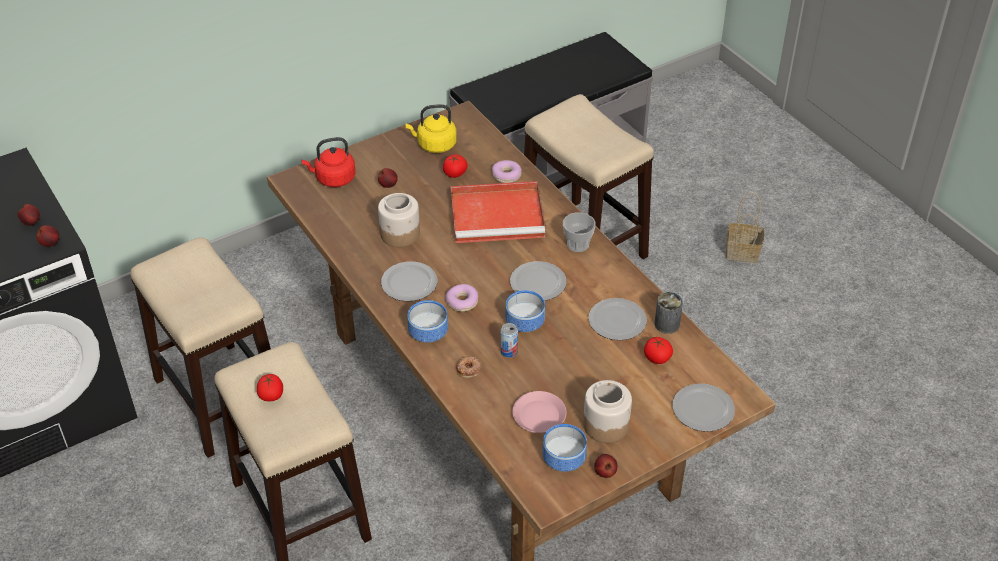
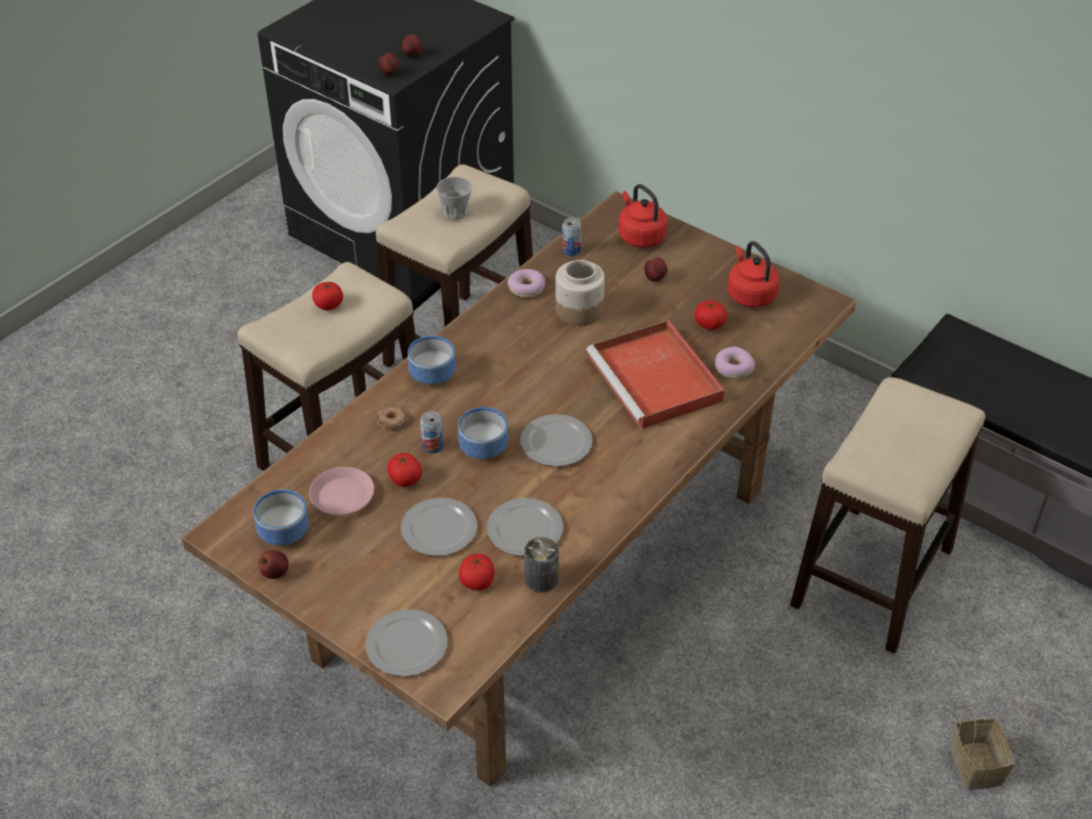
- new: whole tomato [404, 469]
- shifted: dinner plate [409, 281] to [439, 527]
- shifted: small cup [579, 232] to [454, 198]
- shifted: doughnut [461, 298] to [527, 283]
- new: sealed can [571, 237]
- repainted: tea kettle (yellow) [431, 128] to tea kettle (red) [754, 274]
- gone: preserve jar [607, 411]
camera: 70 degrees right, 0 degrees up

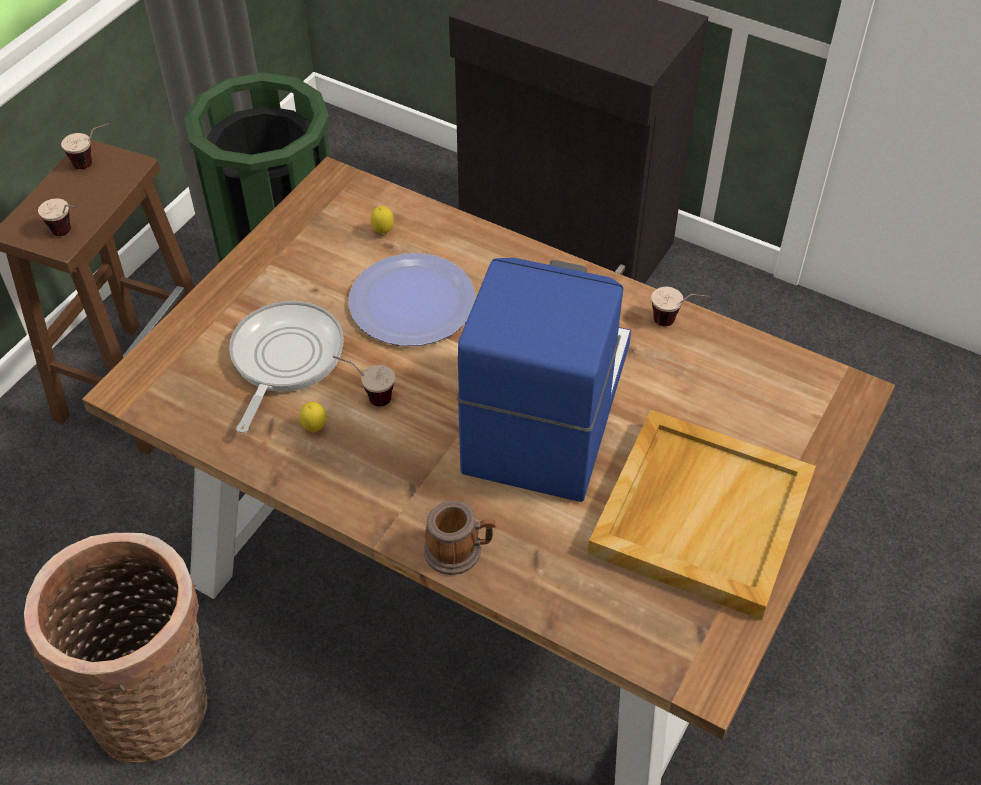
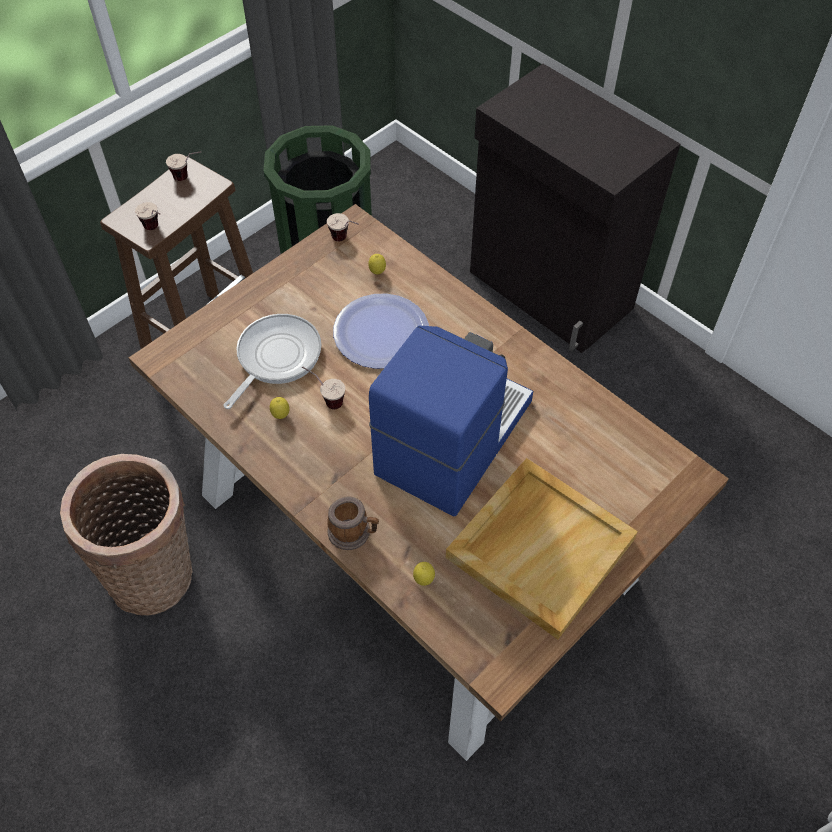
- shifted: small cup [681, 306] to [343, 227]
- new: whole lemon [424, 574]
camera: 15 degrees right, 5 degrees up

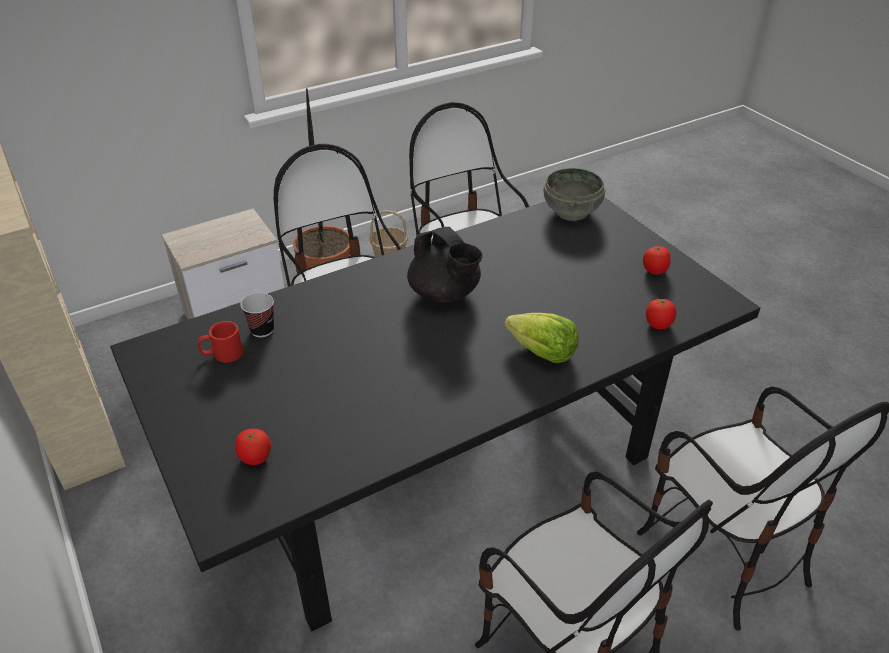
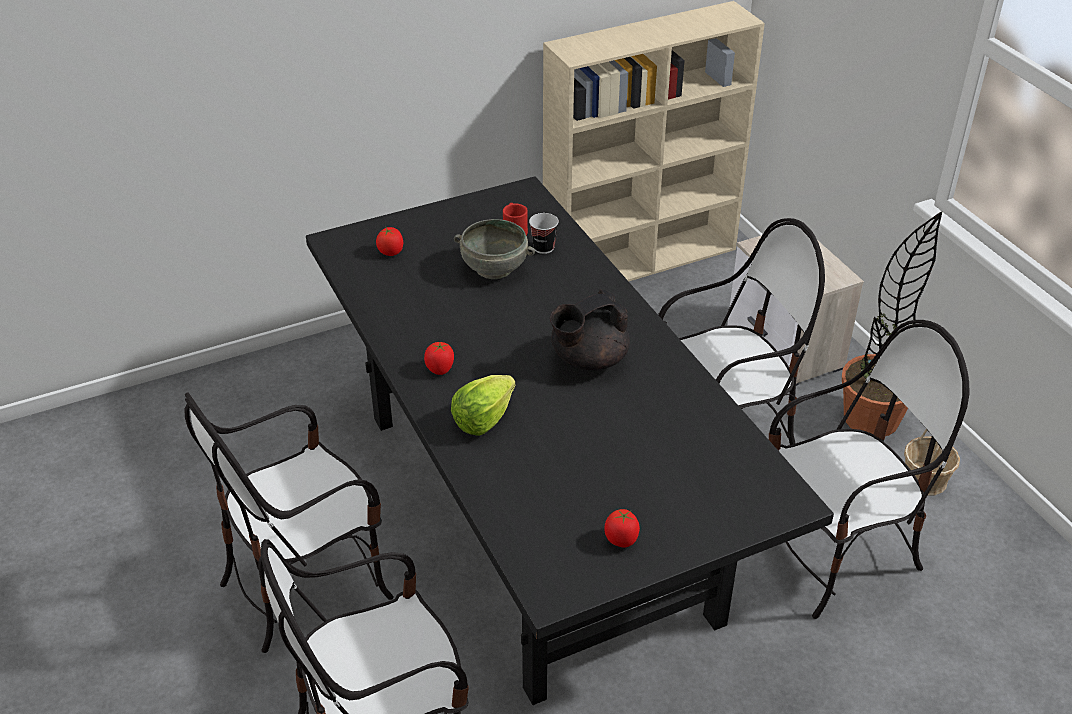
- shifted: whole tomato [661, 314] to [439, 358]
- shifted: serving bowl (grey) [574, 194] to [494, 249]
camera: 95 degrees right, 0 degrees up

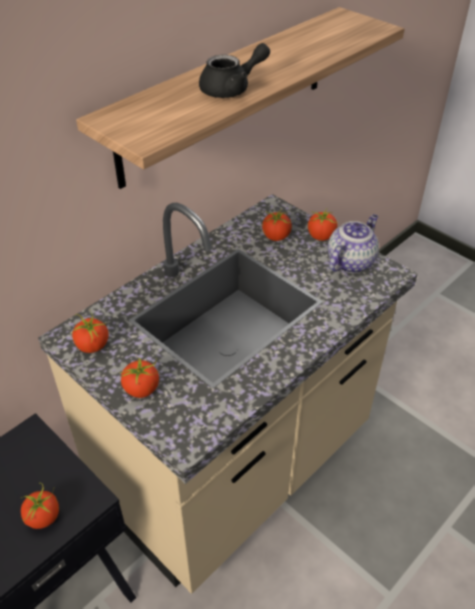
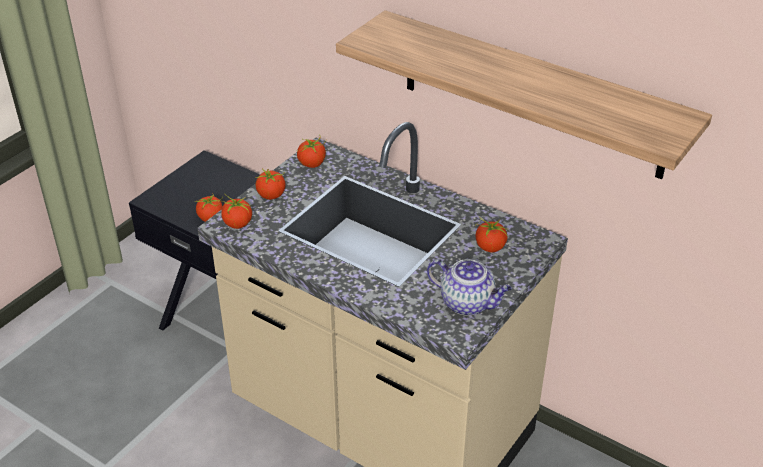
- shifted: whole tomato [323, 225] to [235, 211]
- gone: pot for tea (blackish) [234, 70]
camera: 80 degrees right, 5 degrees down

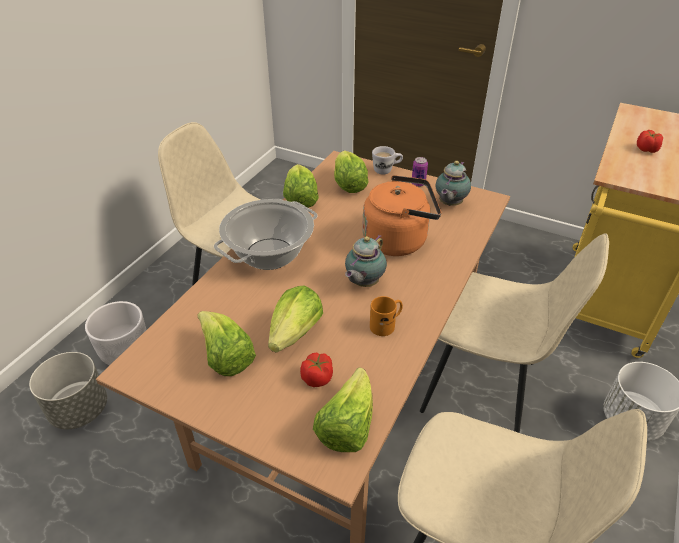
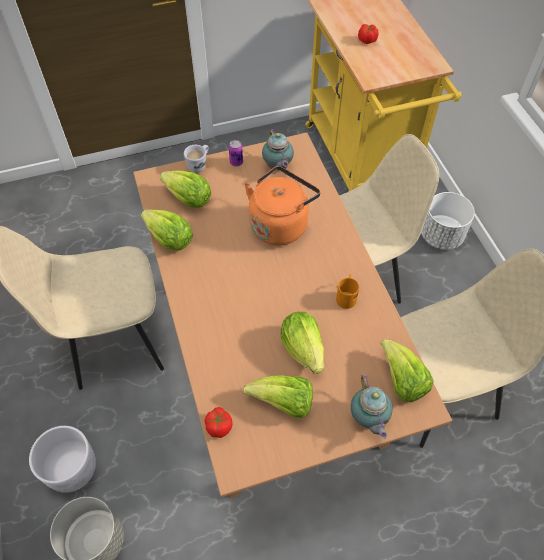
- shifted: whole tomato [316, 369] to [218, 422]
- shifted: pot for tea [366, 261] to [372, 407]
- gone: saucepot [266, 234]
camera: 45 degrees left, 15 degrees up

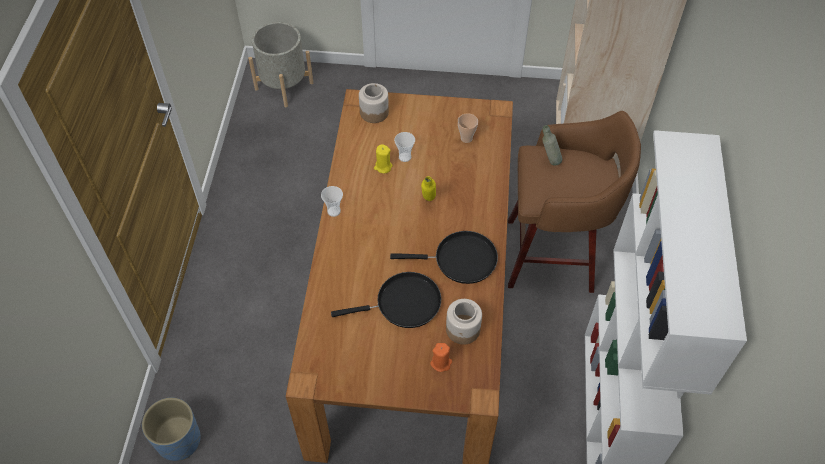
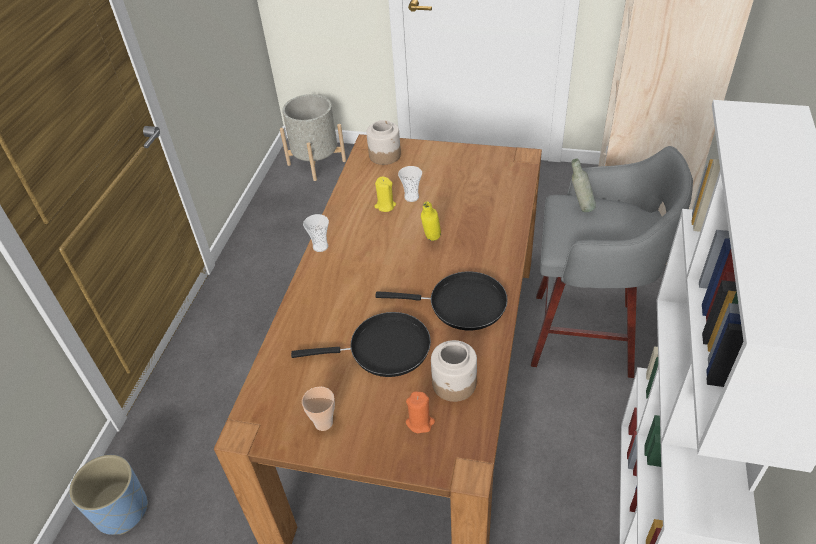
- shifted: small cup [468, 128] to [318, 409]
- repainted: stool seat (brown) [574, 202] to stool seat (grey) [612, 262]
camera: 10 degrees right, 10 degrees down

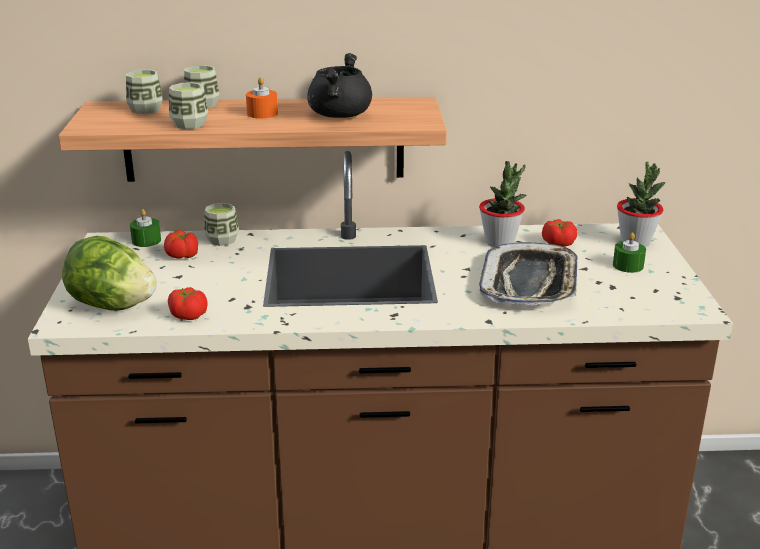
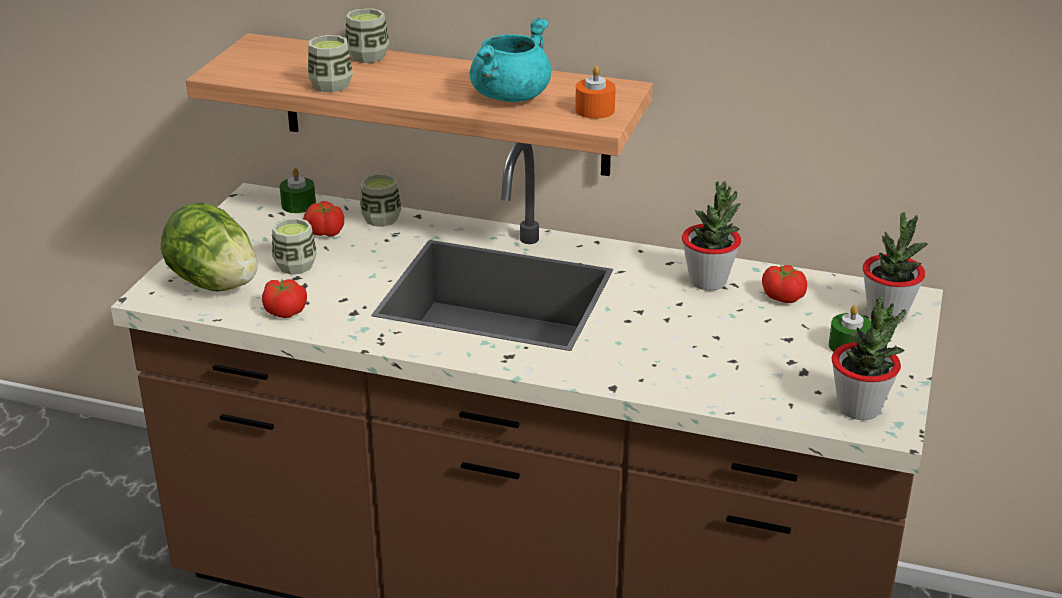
- shifted: small cup [144, 92] to [294, 246]
- repainted: saucepot (blackish) [339, 85] to saucepot (turquoise-coloured) [510, 60]
- shifted: wax candle (orange) [262, 98] to [595, 92]
- new: houseplant [868, 358]
- gone: tray [528, 274]
camera: 20 degrees right, 5 degrees up

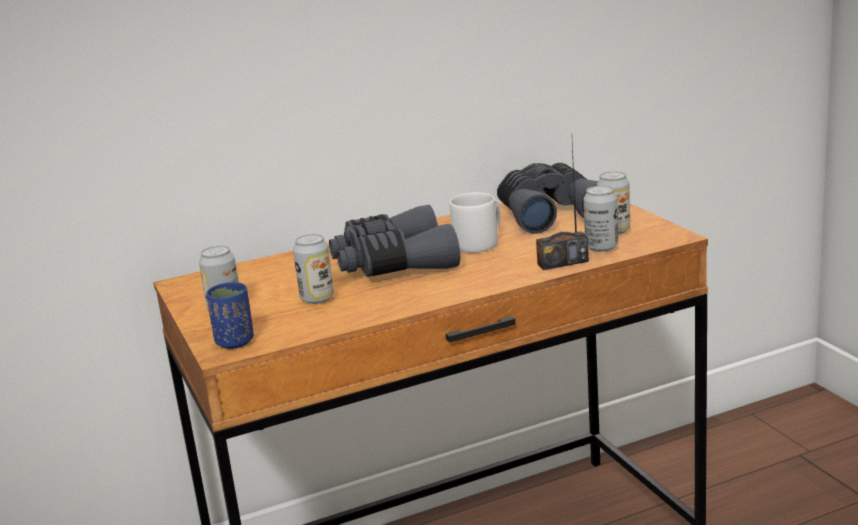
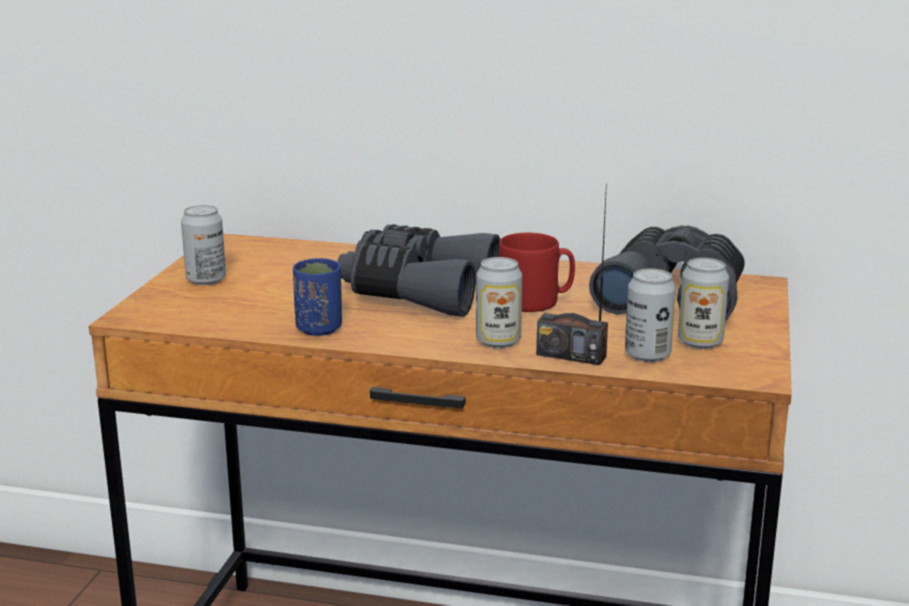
- shifted: small cup (blue-coloured) [230, 315] to [317, 297]
- shifted: sealed can [313, 269] to [499, 302]
- repainted: mug (white) [474, 222] to mug (red) [537, 272]
camera: 35 degrees right, 0 degrees up

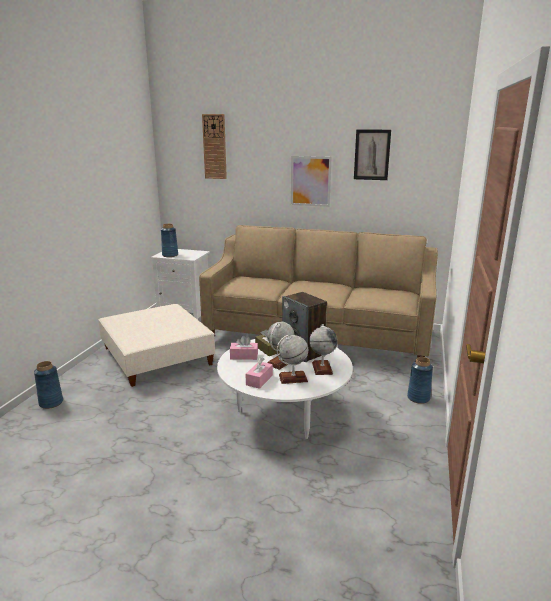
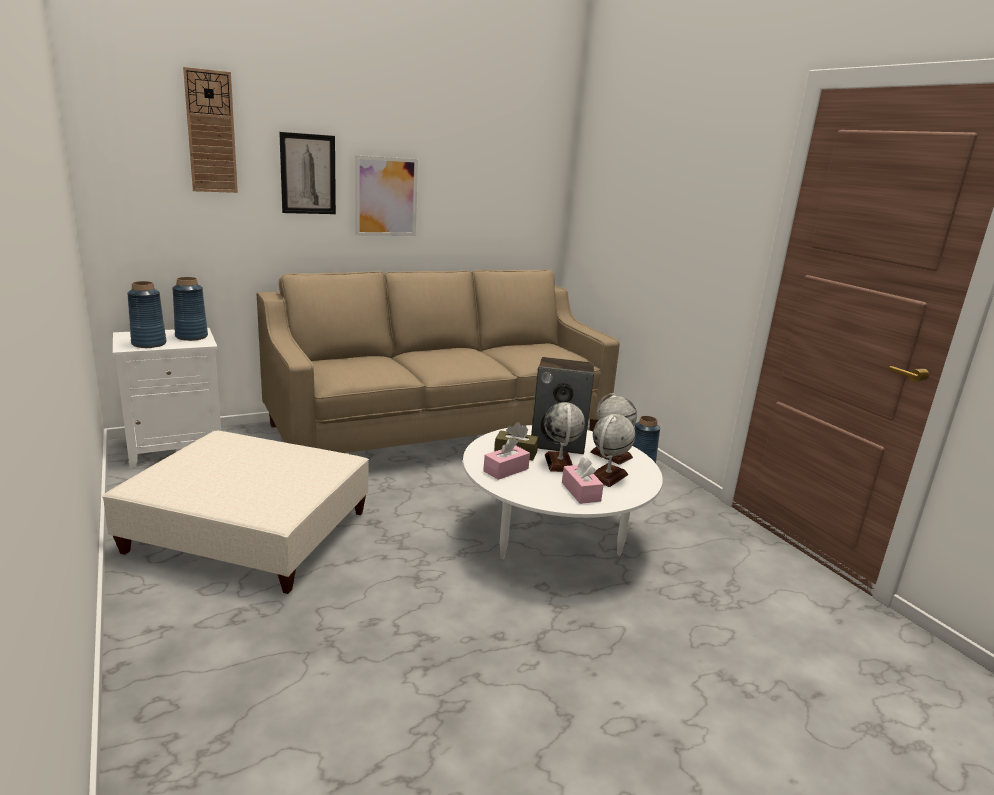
- shifted: flower vase (blue-coloured) [48, 385] to [190, 309]
- shifted: wall picture [372, 155] to [307, 173]
camera: 45 degrees left, 0 degrees up

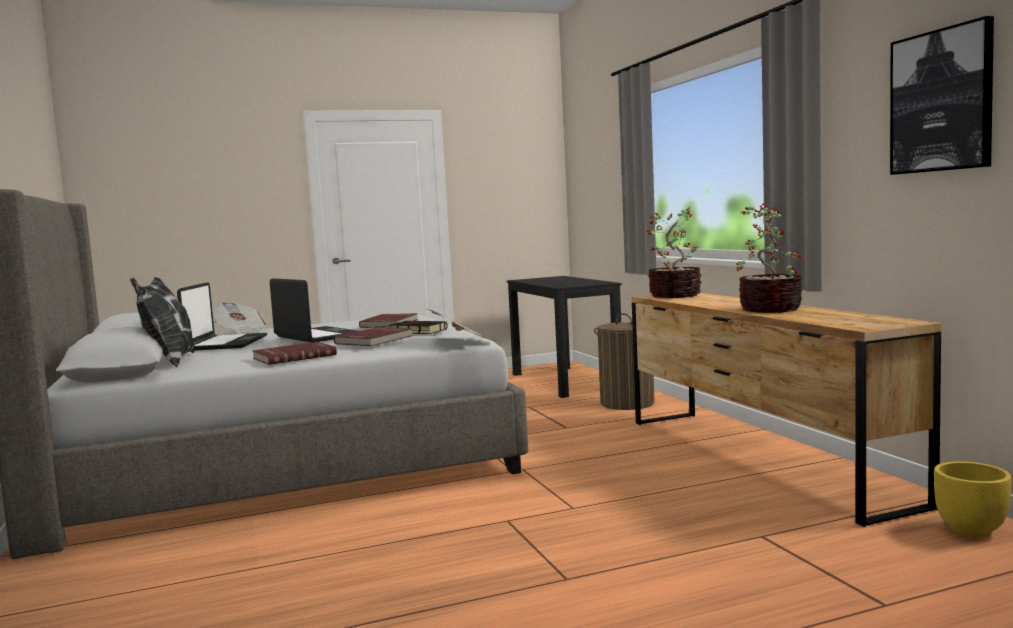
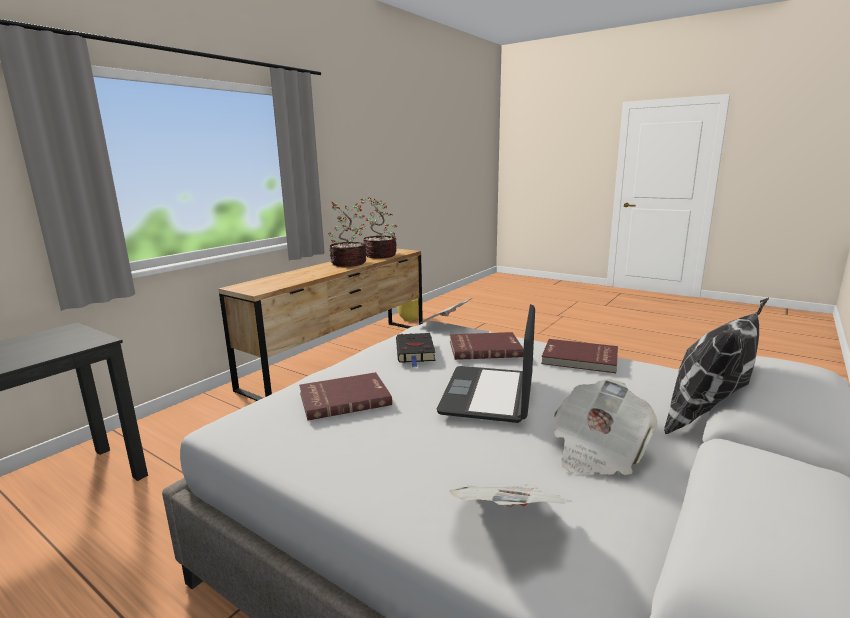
- shifted: houseplant [674, 252] to [377, 228]
- swapped: portable computer [222, 316] to printed paper [606, 427]
- gone: laundry basket [624, 361]
- gone: wall picture [942, 95]
camera: 125 degrees left, 10 degrees up

